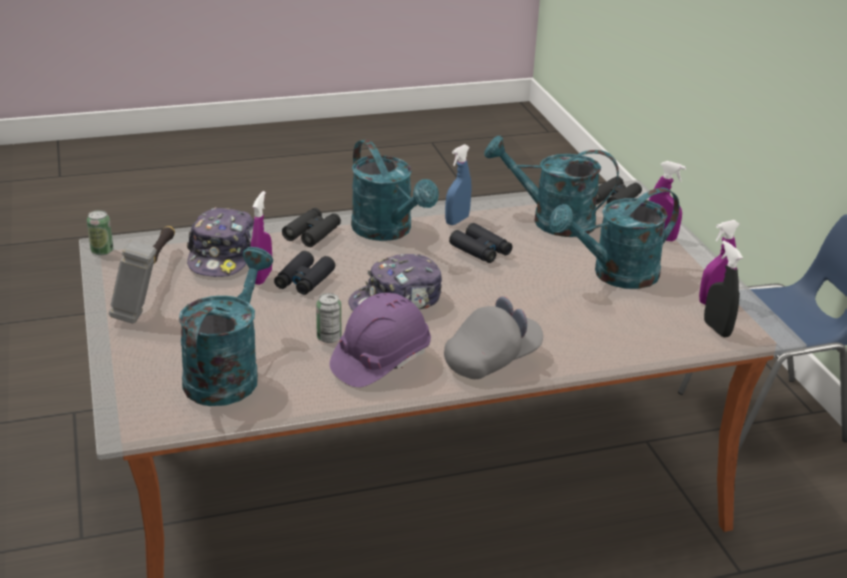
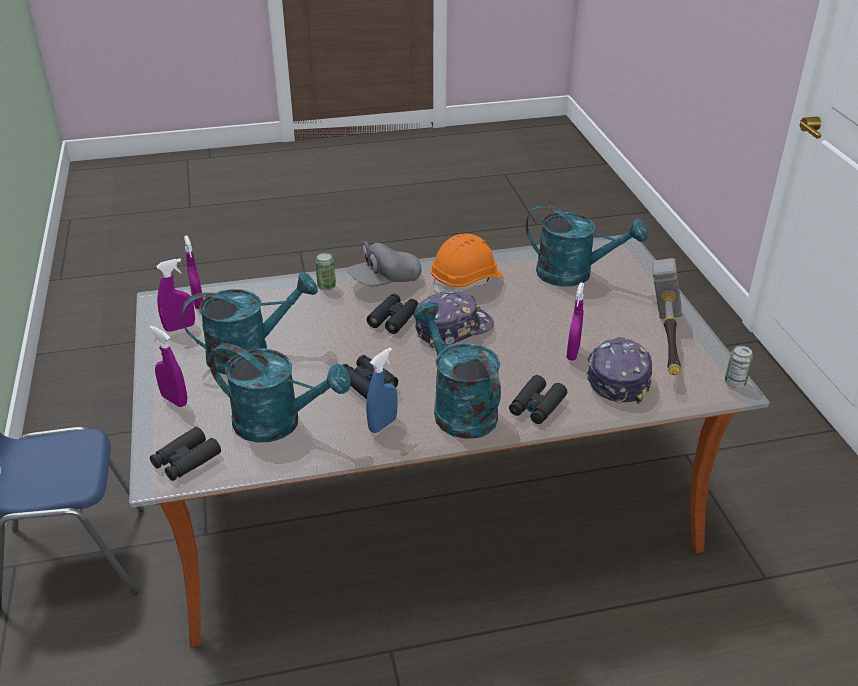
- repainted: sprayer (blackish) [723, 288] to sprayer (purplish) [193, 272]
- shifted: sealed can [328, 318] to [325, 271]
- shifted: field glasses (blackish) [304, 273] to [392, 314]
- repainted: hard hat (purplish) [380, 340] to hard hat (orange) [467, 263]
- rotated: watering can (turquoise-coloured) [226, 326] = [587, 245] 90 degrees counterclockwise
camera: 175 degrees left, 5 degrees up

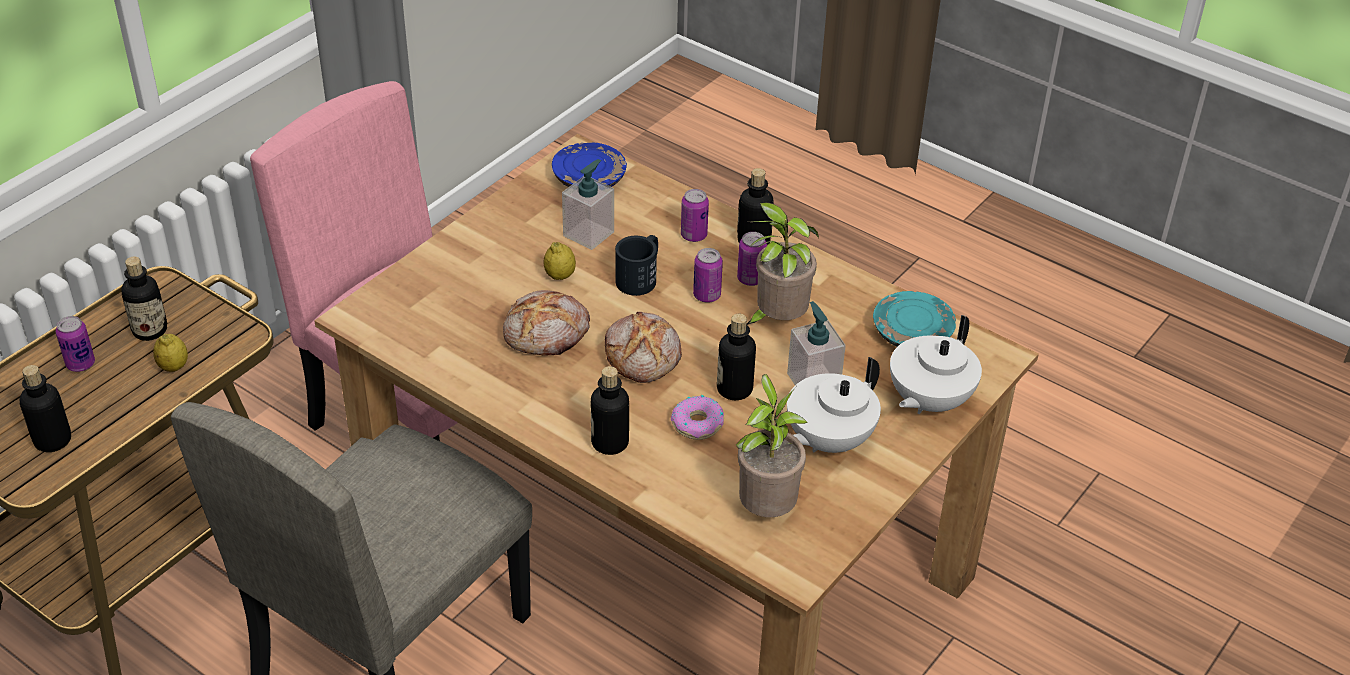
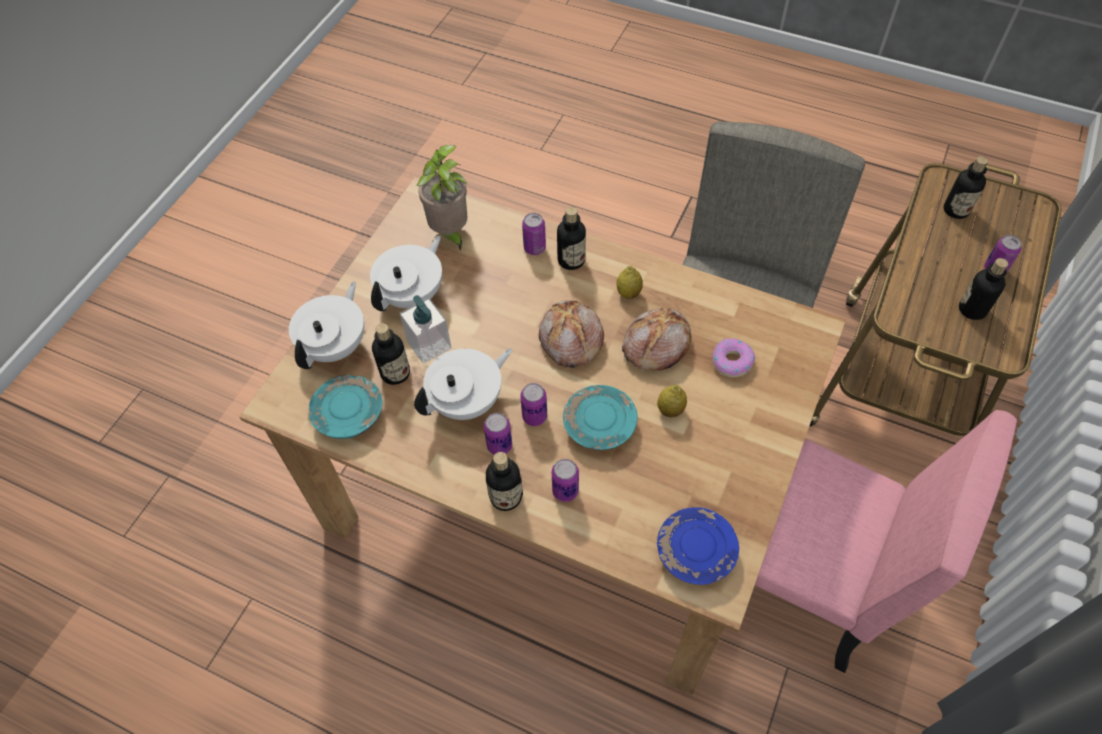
- shifted: drink bottle [736, 357] to [391, 354]
- swapped: houseplant [782, 263] to pot for tea (white) [463, 384]
- new: sealed can [534, 234]
- swapped: mug (blackish) [636, 265] to dinner plate (turquoise-coloured) [600, 417]
- shifted: whole lemon [170, 353] to [629, 282]
- shifted: doughnut [697, 417] to [733, 357]
- gone: soap bottle [588, 204]
camera: 170 degrees right, 15 degrees up

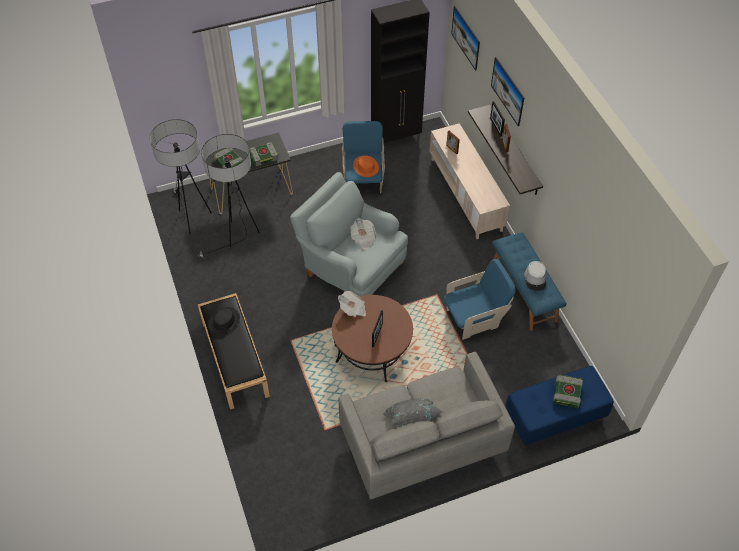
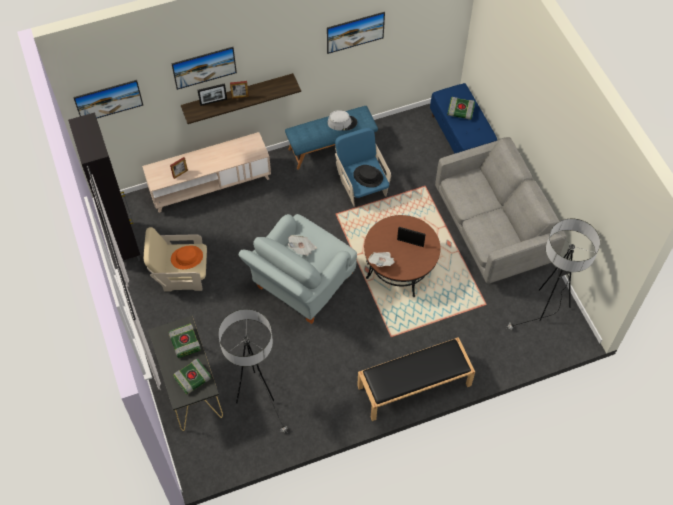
- repainted: lounge chair (blue-coloured) [363, 157] to lounge chair (beige-coloured) [175, 259]
- new: wall picture [356, 33]
- shifted: clothing hat (blackish) [224, 321] to [368, 176]
- shifted: standing lamp [181, 176] to [553, 275]
- gone: cushion (grey) [413, 412]
camera: 90 degrees left, 5 degrees up

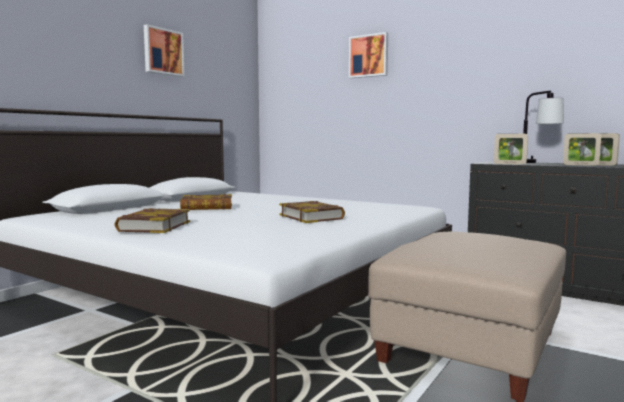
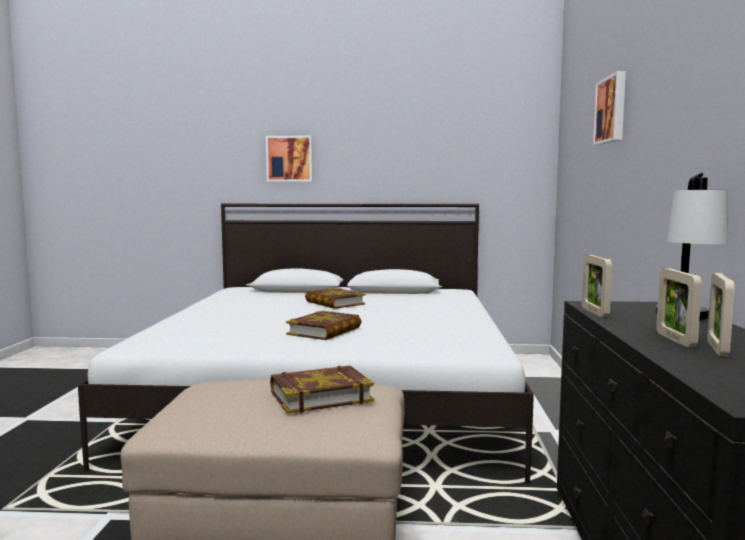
- shifted: wall picture [164, 50] to [289, 159]
- shifted: volume [152, 220] to [322, 390]
camera: 60 degrees right, 0 degrees up

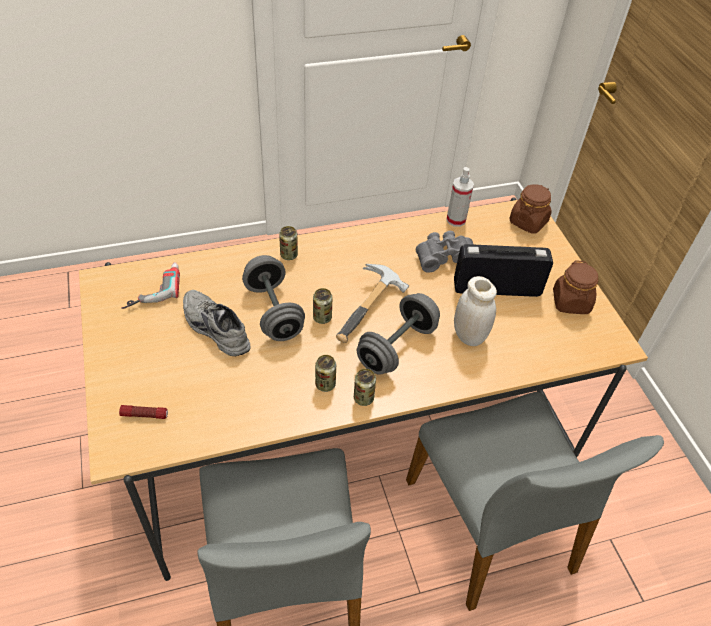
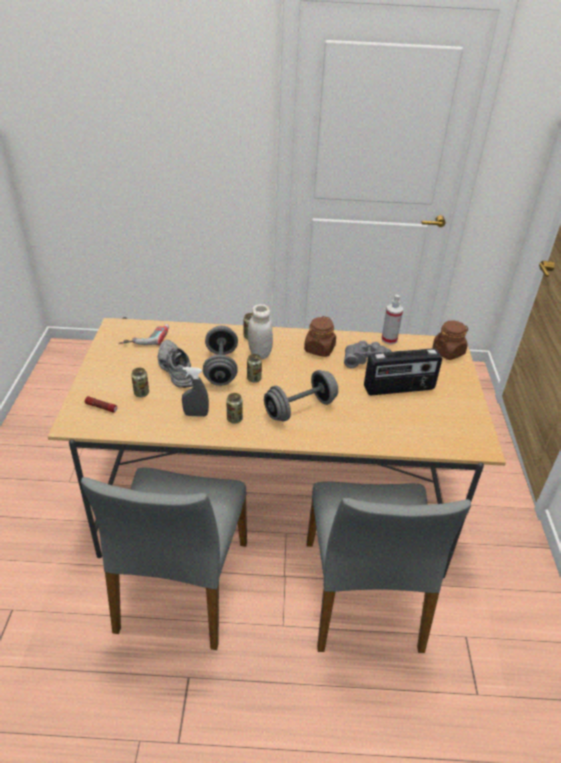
- shifted: sealed can [365, 387] to [140, 382]
- new: sprayer (grey) [195, 392]
- shifted: preserve jar (white) [475, 311] to [260, 331]
- shifted: preserve jar (brown) [575, 287] to [320, 336]
- rotated: radio receiver [503, 270] = [403, 371] 150 degrees clockwise
- gone: tool hammer [372, 303]
camera: 20 degrees right, 10 degrees down

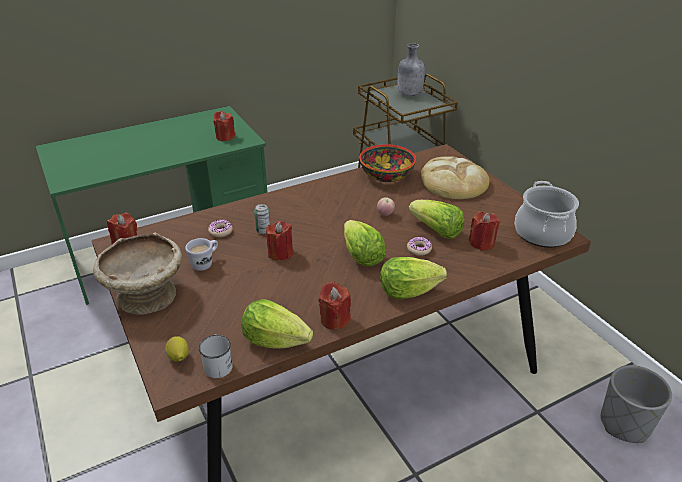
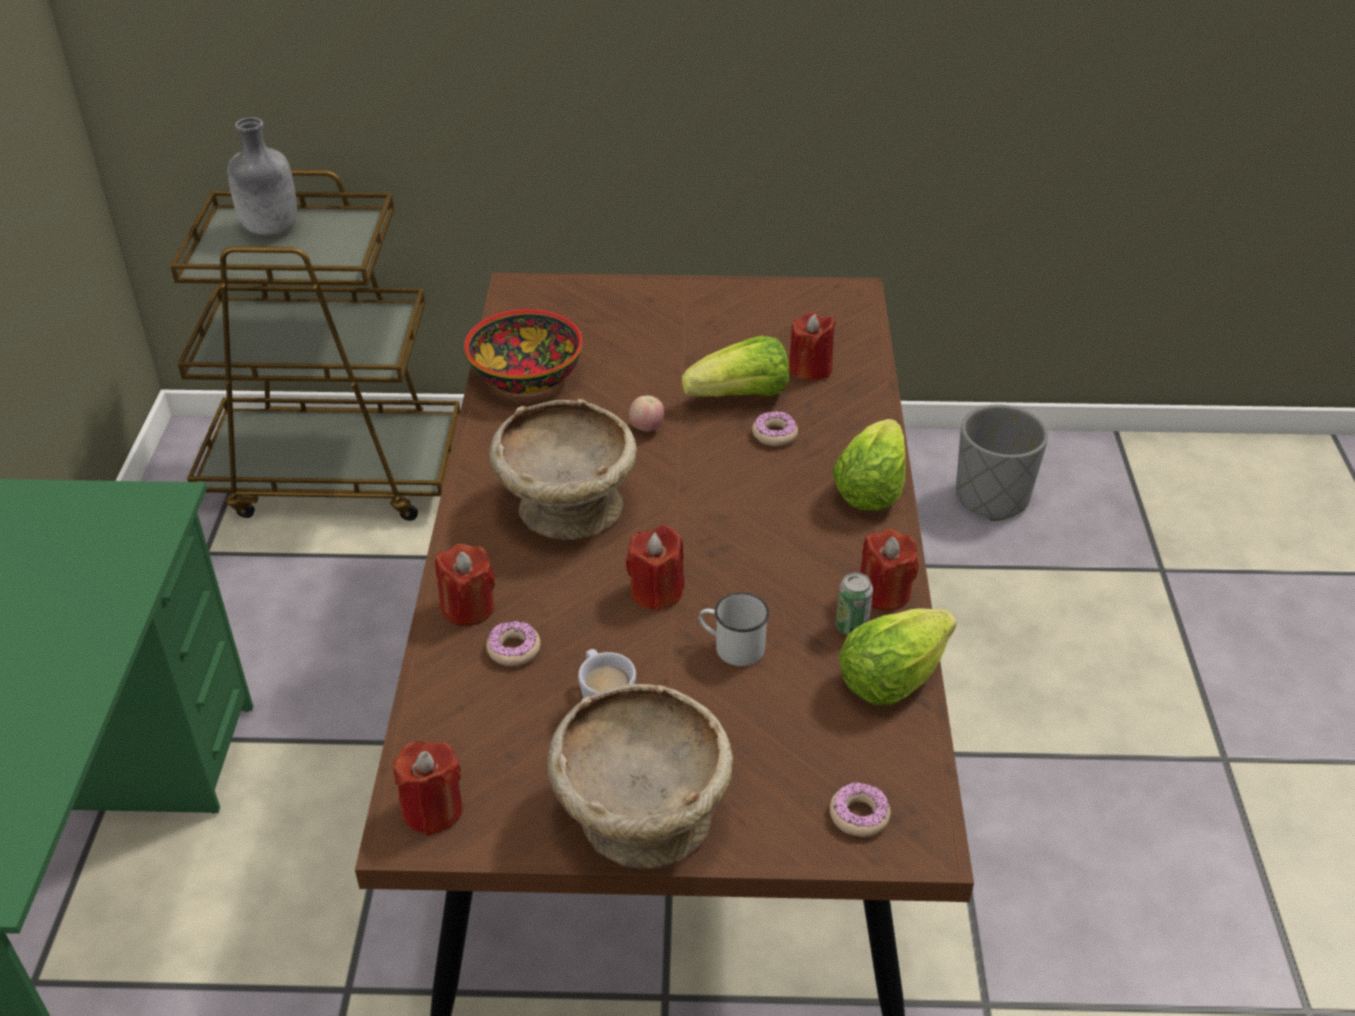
- shifted: wax candle (red) [224, 126] to [465, 585]
- new: serving bowl (beige-coloured) [563, 469]
- shifted: mug (white) [216, 356] to [734, 629]
- swapped: whole lemon [177, 349] to doughnut [860, 809]
- shifted: sealed can [262, 219] to [854, 603]
- gone: lettuce head [364, 243]
- gone: baked bread [455, 177]
- gone: saucepot [547, 214]
camera: 60 degrees left, 5 degrees up

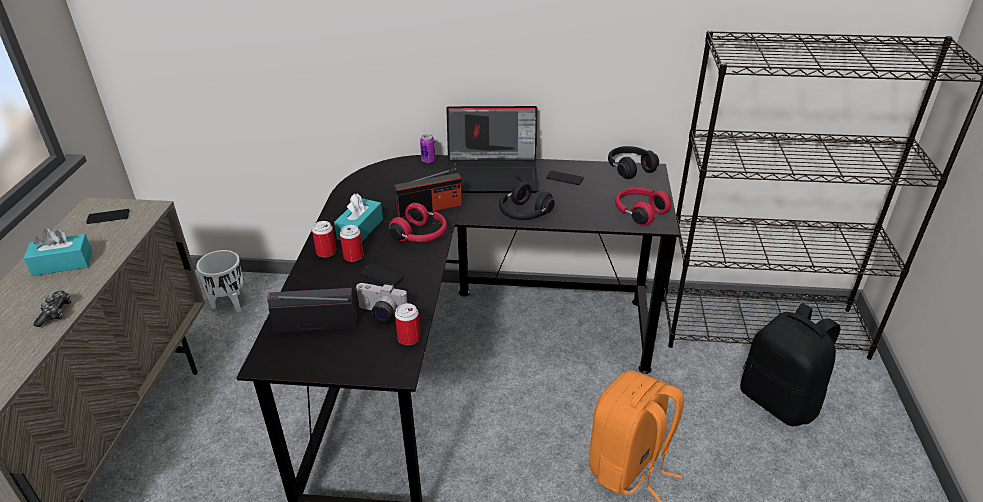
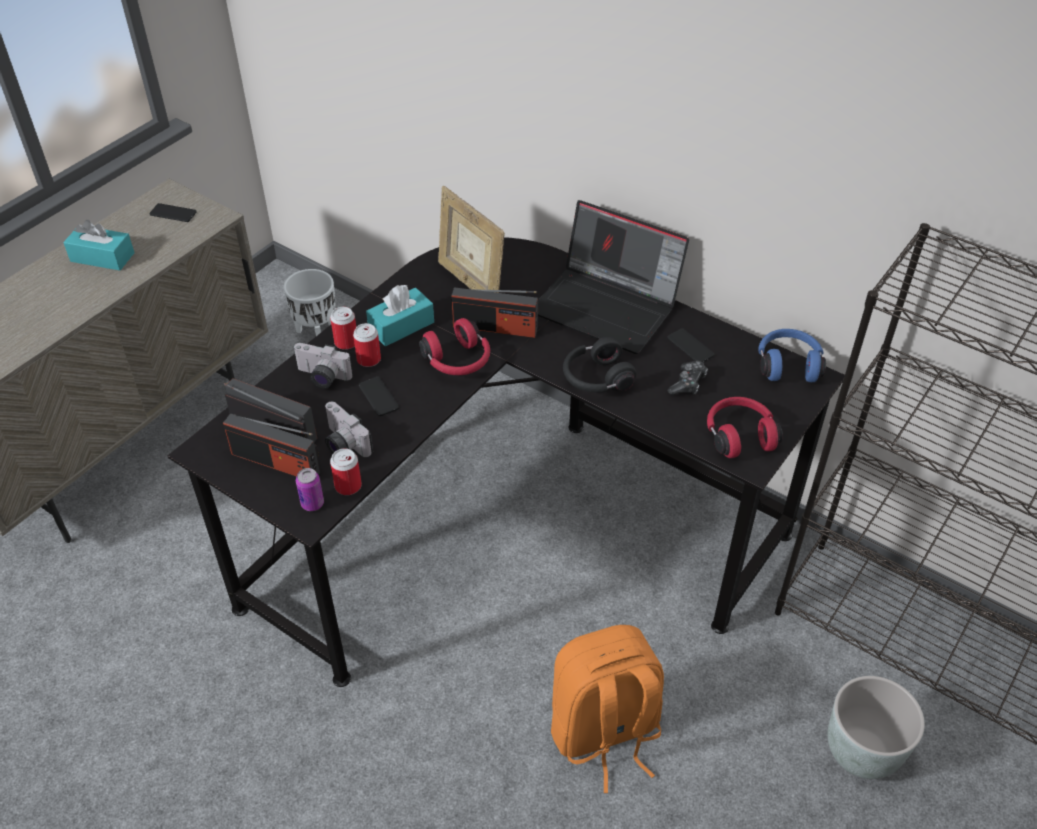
- new: radio receiver [272, 445]
- new: photo camera [323, 366]
- shifted: sealed can [428, 148] to [310, 489]
- new: standing frame [471, 239]
- shifted: joypad [52, 309] to [687, 378]
- repainted: pair of headphones (blackish) [633, 162] to pair of headphones (blue-coloured) [792, 355]
- swapped: backpack (blackish) [791, 364] to flower pot (grey) [876, 727]
camera: 30 degrees right, 10 degrees up

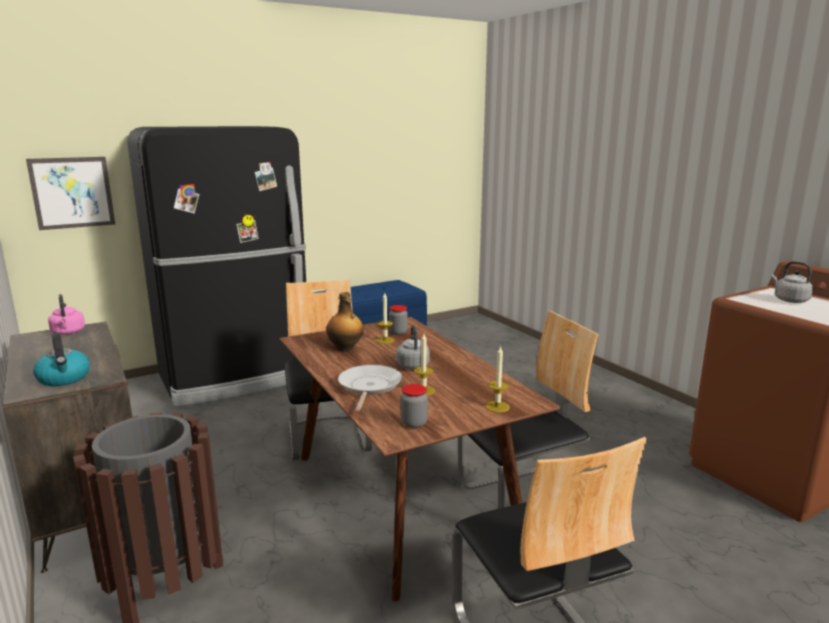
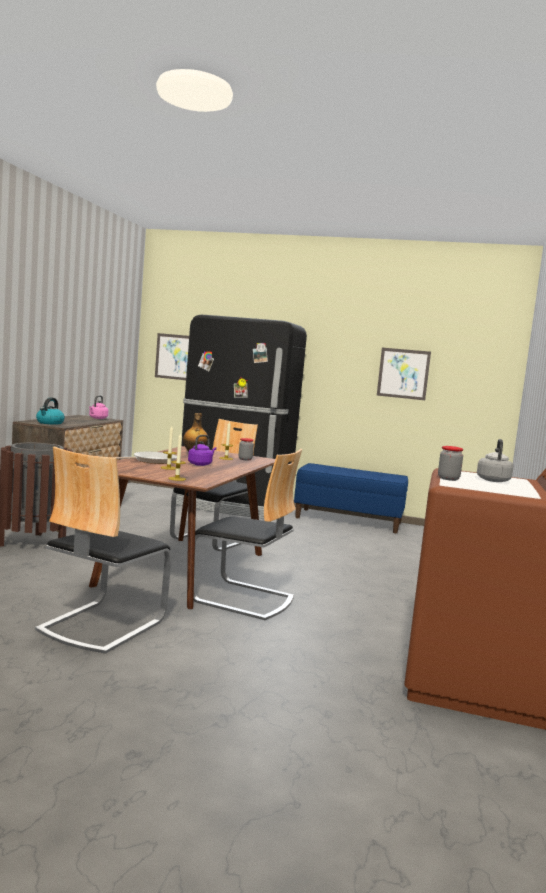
- repainted: tea kettle (grey) [413, 347] to tea kettle (purplish) [202, 450]
- new: wall picture [404, 374]
- shifted: preserve jar [414, 406] to [450, 463]
camera: 45 degrees right, 10 degrees down

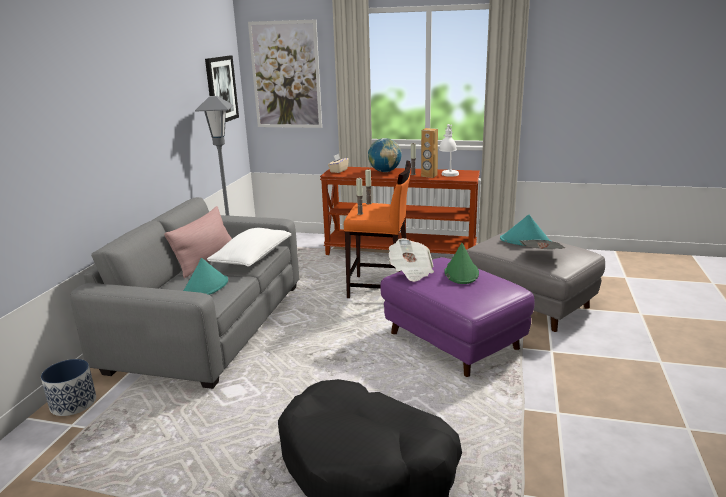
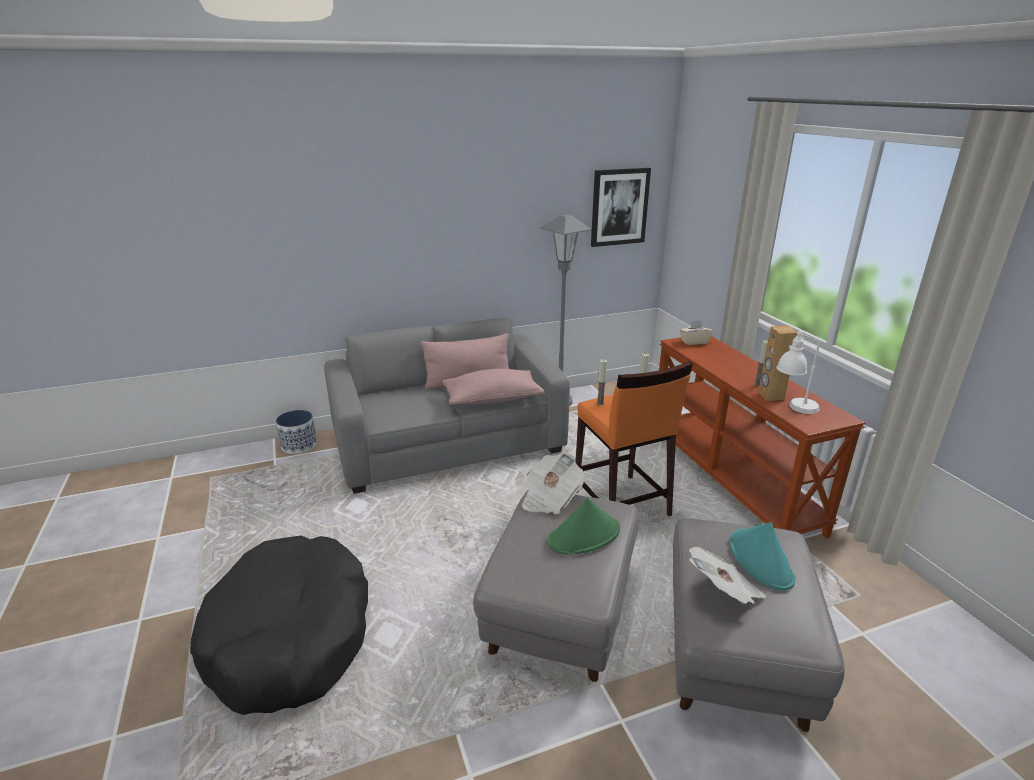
- repainted: cushion (white) [249, 247] to cushion (pink-coloured) [493, 387]
- repainted: footrest (purplish) [457, 317] to footrest (grey) [556, 585]
- gone: clothing hat (turquoise-coloured) [205, 276]
- gone: wall picture [285, 74]
- gone: globe [384, 155]
camera: 55 degrees right, 5 degrees up

